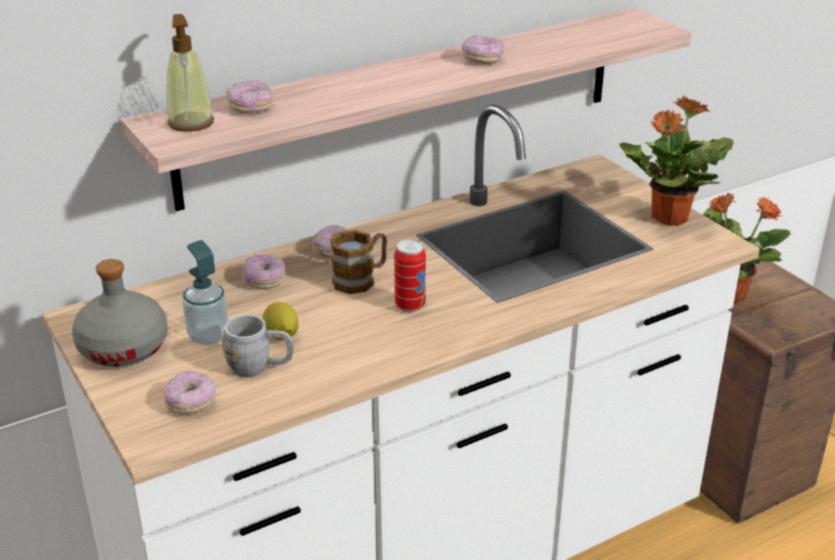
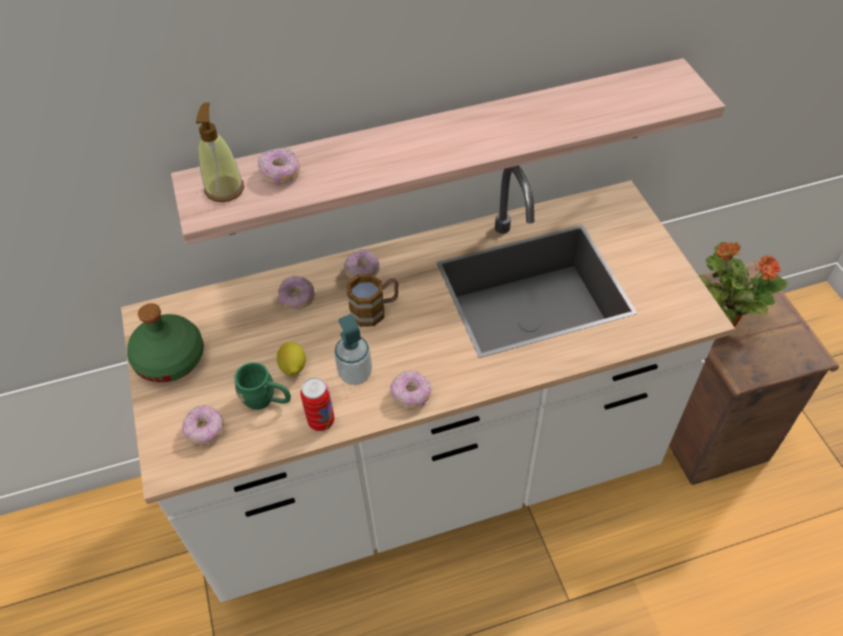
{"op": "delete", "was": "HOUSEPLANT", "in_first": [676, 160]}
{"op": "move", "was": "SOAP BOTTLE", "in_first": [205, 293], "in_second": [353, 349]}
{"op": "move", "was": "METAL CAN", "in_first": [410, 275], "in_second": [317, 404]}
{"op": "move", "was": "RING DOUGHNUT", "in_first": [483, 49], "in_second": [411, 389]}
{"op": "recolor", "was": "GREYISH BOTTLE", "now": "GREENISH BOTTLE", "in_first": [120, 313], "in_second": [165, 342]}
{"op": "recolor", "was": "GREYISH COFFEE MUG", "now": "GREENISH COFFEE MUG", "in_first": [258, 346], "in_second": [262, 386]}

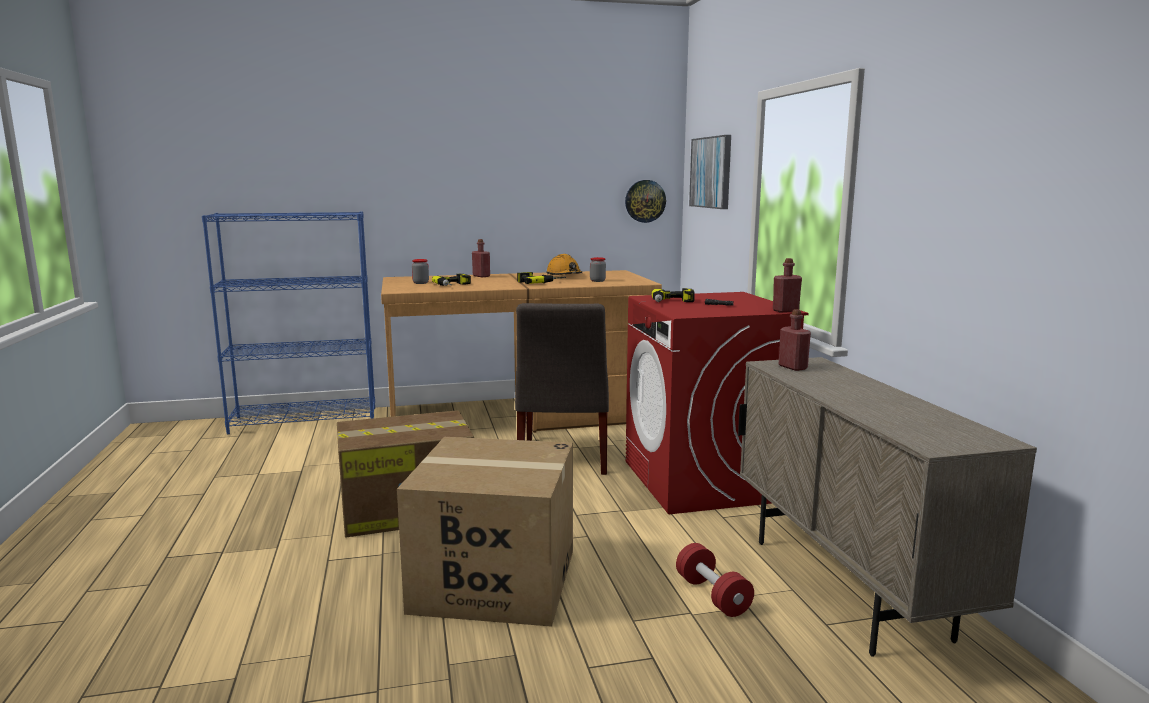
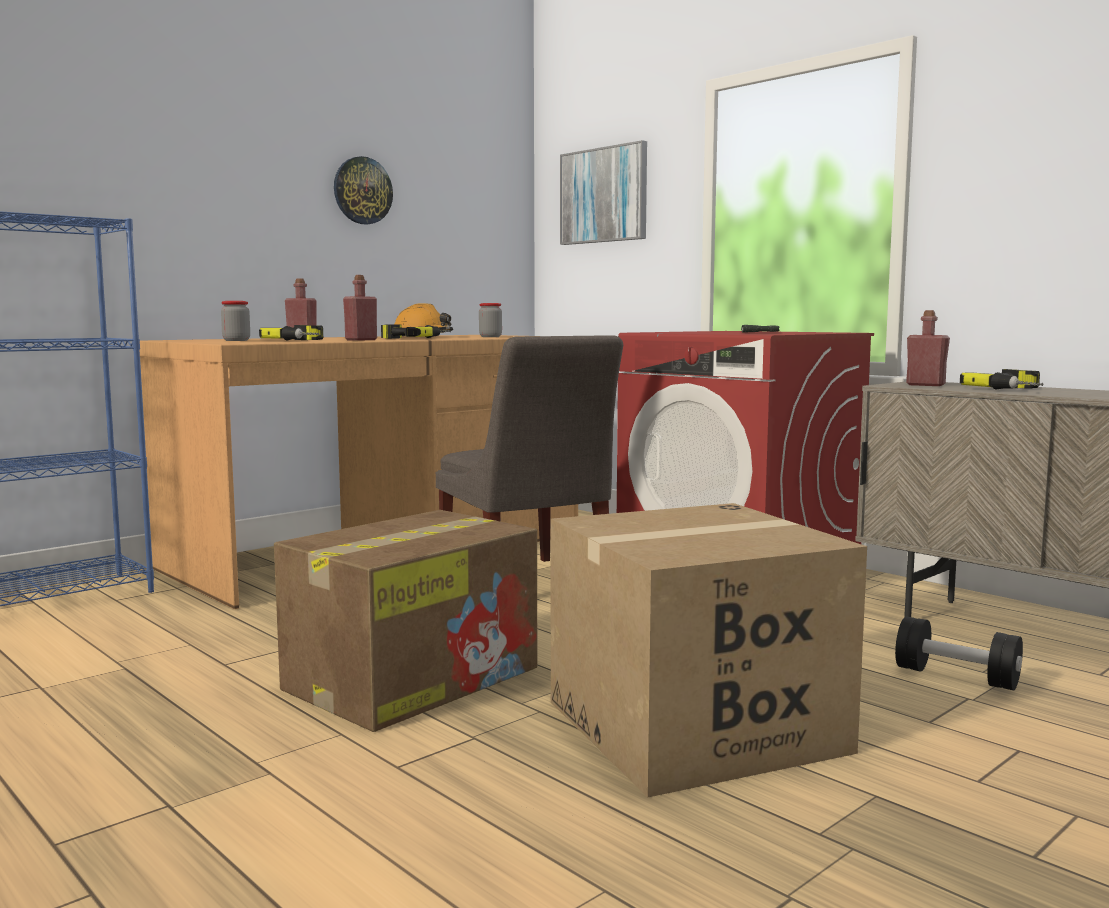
{"op": "move", "was": "WALL CLOCK", "in_first": [645, 201], "in_second": [363, 190]}
{"op": "move", "was": "ELECTRIC DRILL", "in_first": [673, 295], "in_second": [1002, 379]}
{"op": "move", "was": "RED BOTTLE", "in_first": [787, 285], "in_second": [360, 308]}
{"op": "recolor", "was": "RED DUMBBELL", "now": "BLACK-COLOURED DUMBBELL", "in_first": [715, 580], "in_second": [959, 653]}

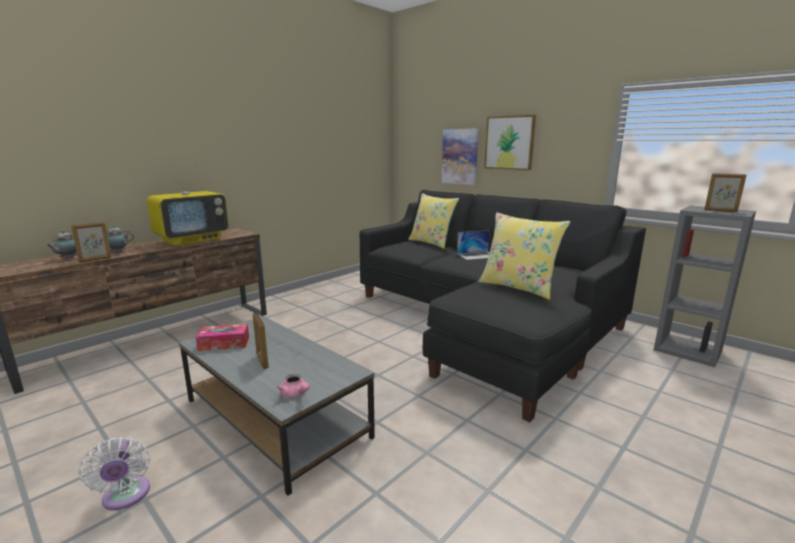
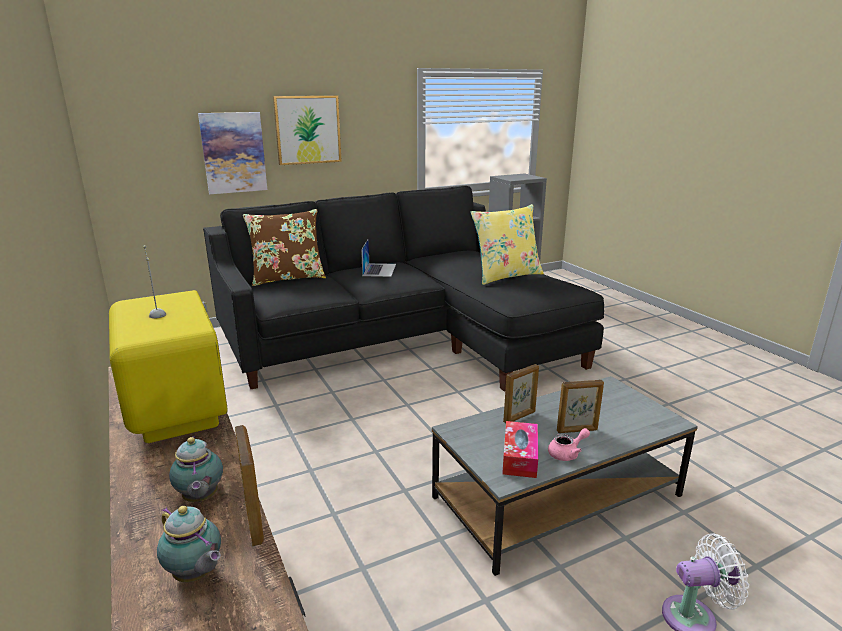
{"op": "move", "was": "PINKISH TEA POT", "in_first": [293, 386], "in_second": [569, 444]}
{"op": "move", "was": "PICTURE FRAME", "in_first": [725, 192], "in_second": [521, 393]}
{"op": "recolor", "was": "YELLOW-COLOURED CUSHION", "now": "BROWN-COLOURED CUSHION", "in_first": [433, 221], "in_second": [284, 247]}

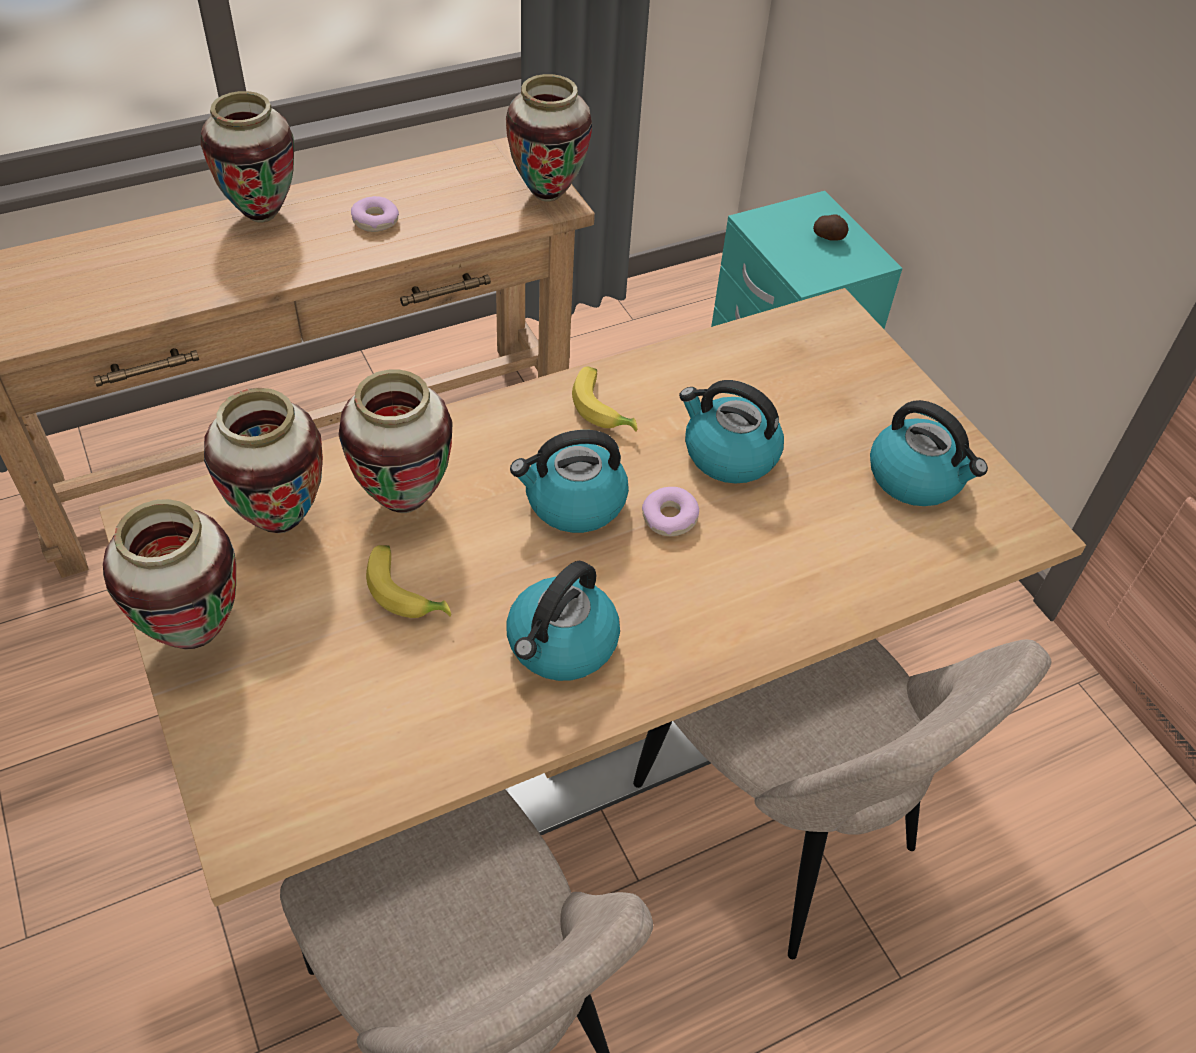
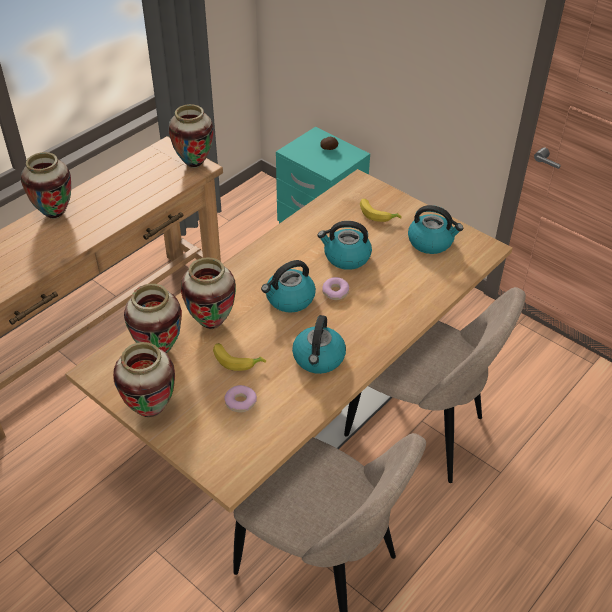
{"op": "move", "was": "RING DOUGHNUT", "in_first": [375, 214], "in_second": [240, 398]}
{"op": "move", "was": "BANANA FRUIT", "in_first": [604, 399], "in_second": [381, 210]}

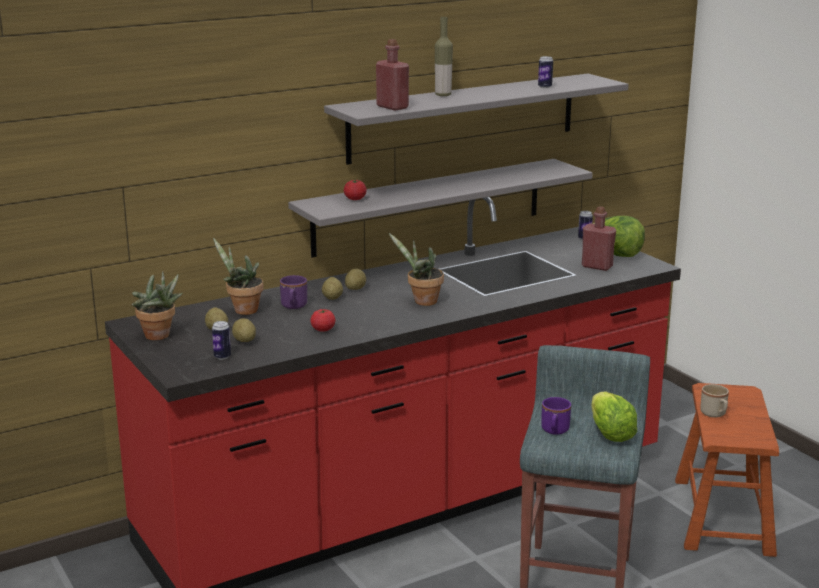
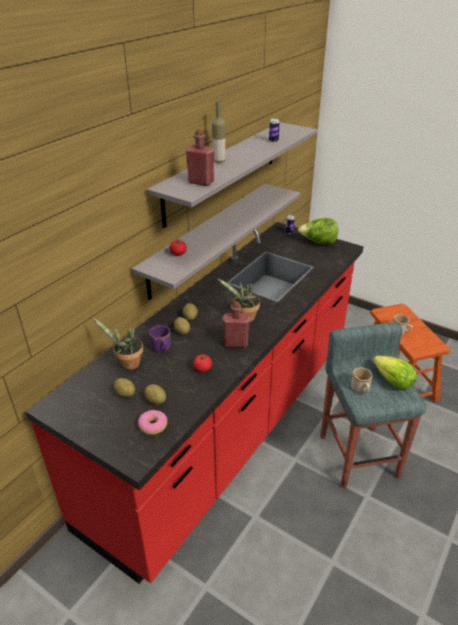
{"op": "delete", "was": "HOUSEPLANT", "in_first": [157, 305]}
{"op": "move", "was": "RED BOTTLE", "in_first": [599, 238], "in_second": [236, 324]}
{"op": "replace", "was": "METAL CAN", "now": "RING DOUGHNUT", "in_first": [221, 340], "in_second": [152, 422]}
{"op": "recolor", "was": "PURPLE COFFEE MUG", "now": "SAND-COLOURED COFFEE MUG", "in_first": [556, 416], "in_second": [362, 380]}

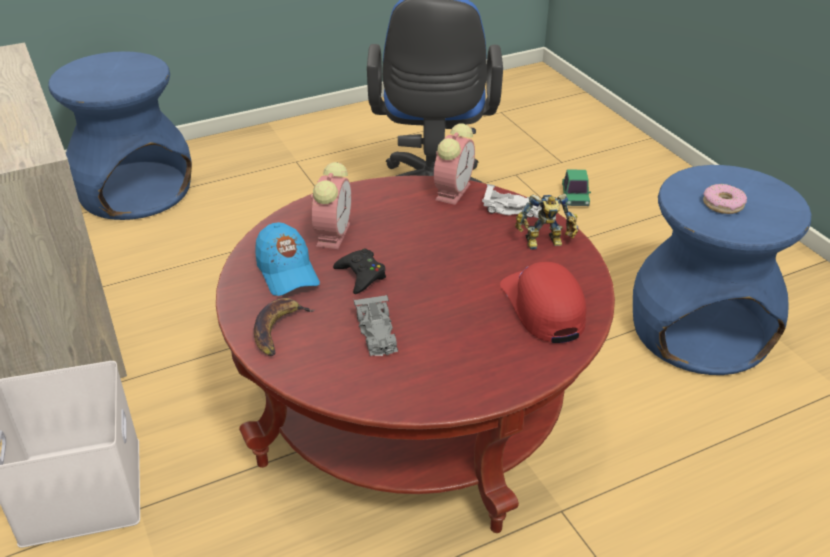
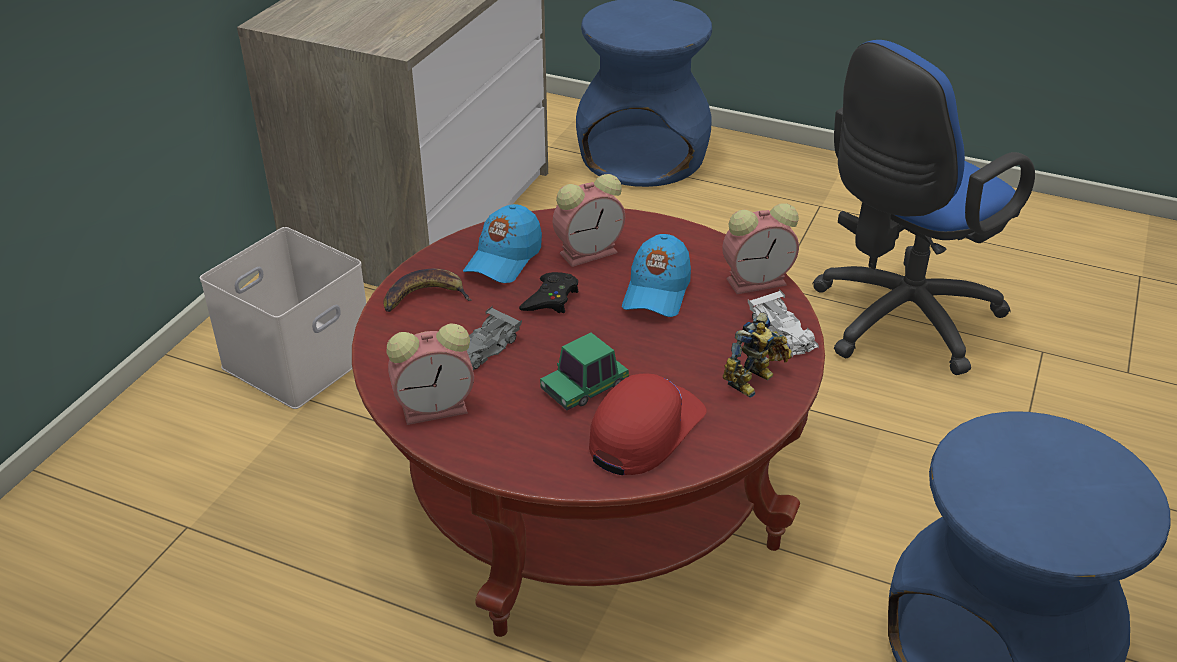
{"op": "delete", "was": "RING DOUGHNUT", "in_first": [725, 199]}
{"op": "insert", "now": "BEDSIDE CLOCK", "in_second": [430, 374]}
{"op": "insert", "now": "BLUISH PEAKED CAP", "in_second": [656, 275]}
{"op": "move", "was": "MODEL CAR", "in_first": [576, 187], "in_second": [584, 371]}
{"op": "rotate", "was": "TOY ROBOT", "in_first": [546, 221], "in_second": [757, 355], "clockwise": -90}

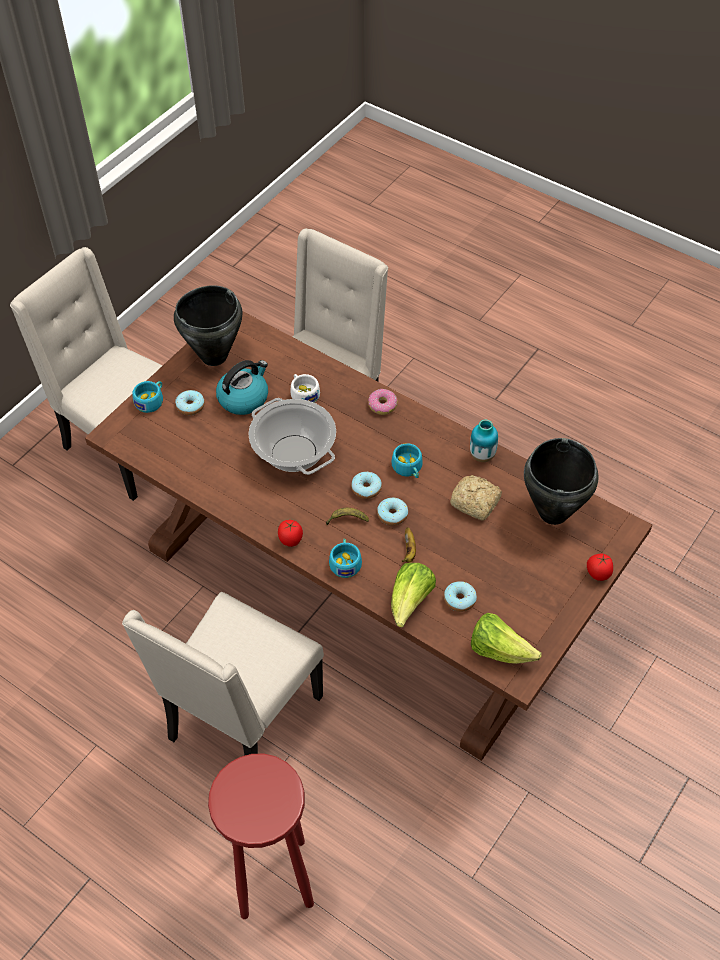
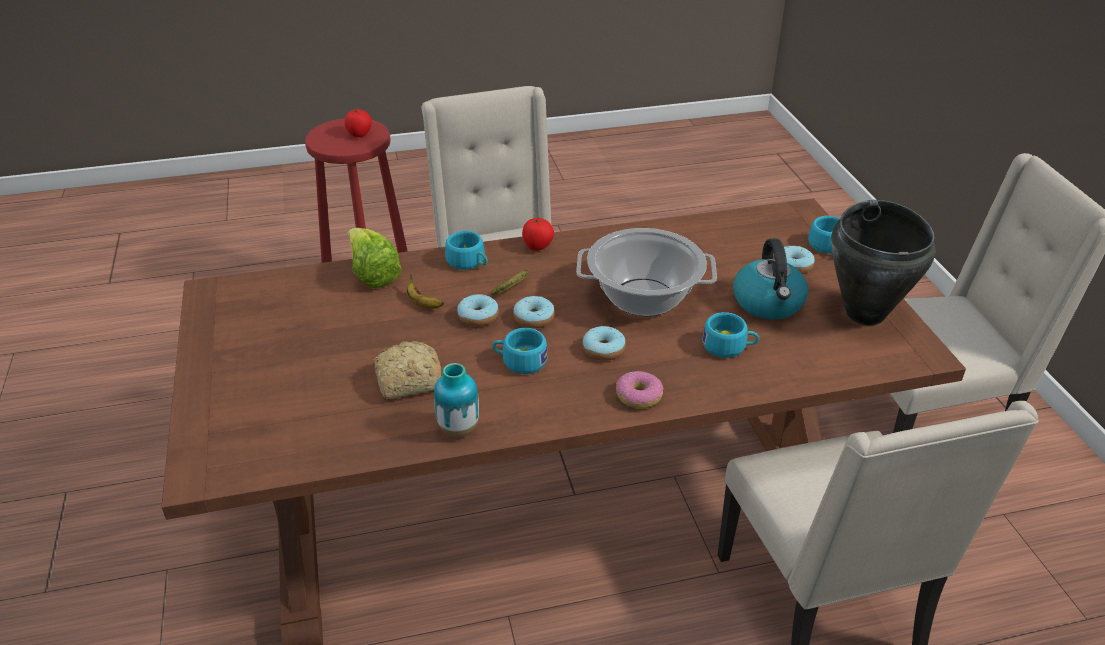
{"op": "delete", "was": "HEAD OF LETTUCE", "in_first": [506, 638]}
{"op": "delete", "was": "BLACK-COLOURED STOCKPOT", "in_first": [561, 481]}
{"op": "move", "was": "RING DOUGHNUT", "in_first": [460, 596], "in_second": [604, 343]}
{"op": "move", "was": "WHOLE TOMATO", "in_first": [600, 567], "in_second": [358, 123]}
{"op": "recolor", "was": "WHITE-COLOURED SMALL CUP", "now": "TURQUOISE-COLOURED SMALL CUP", "in_first": [305, 388], "in_second": [730, 335]}

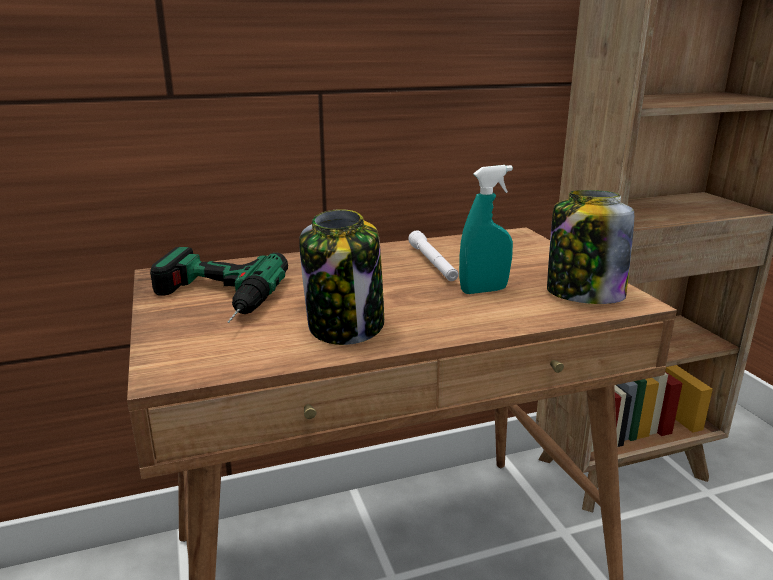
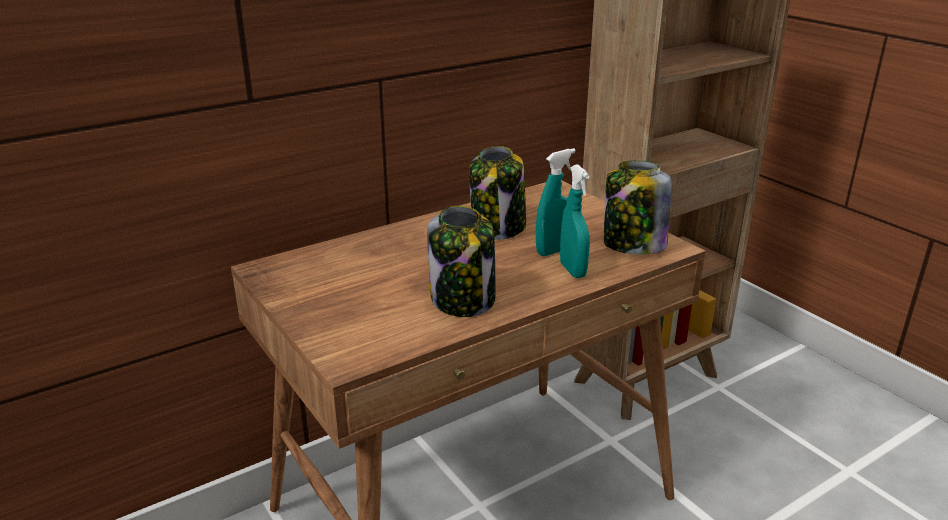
{"op": "delete", "was": "ELECTRIC DRILL", "in_first": [219, 285]}
{"op": "insert", "now": "TURQUOISE-COLOURED HAND SPRAYER", "in_second": [575, 221]}
{"op": "replace", "was": "WHITE-COLOURED FLASHLIGHT", "now": "STORAGE JAR", "in_first": [433, 256], "in_second": [497, 193]}

